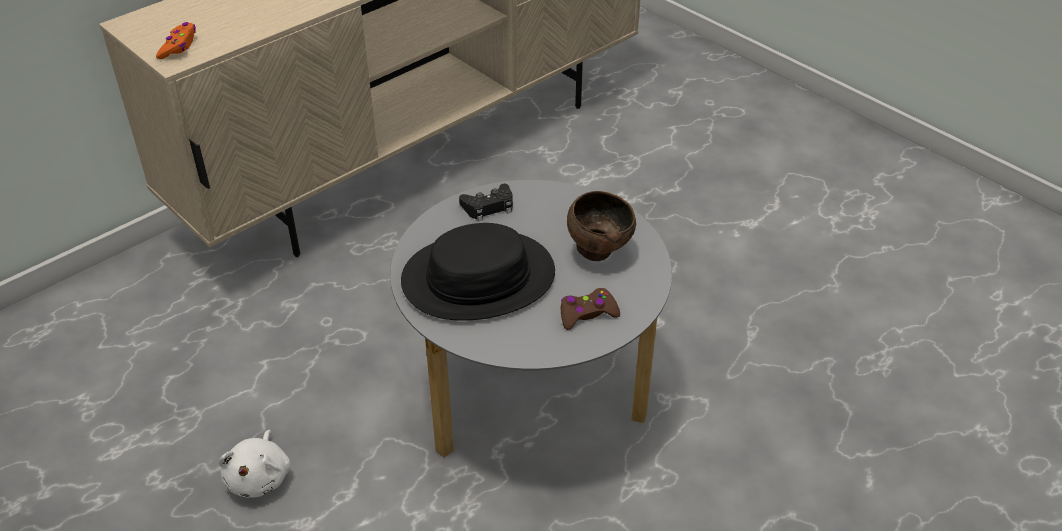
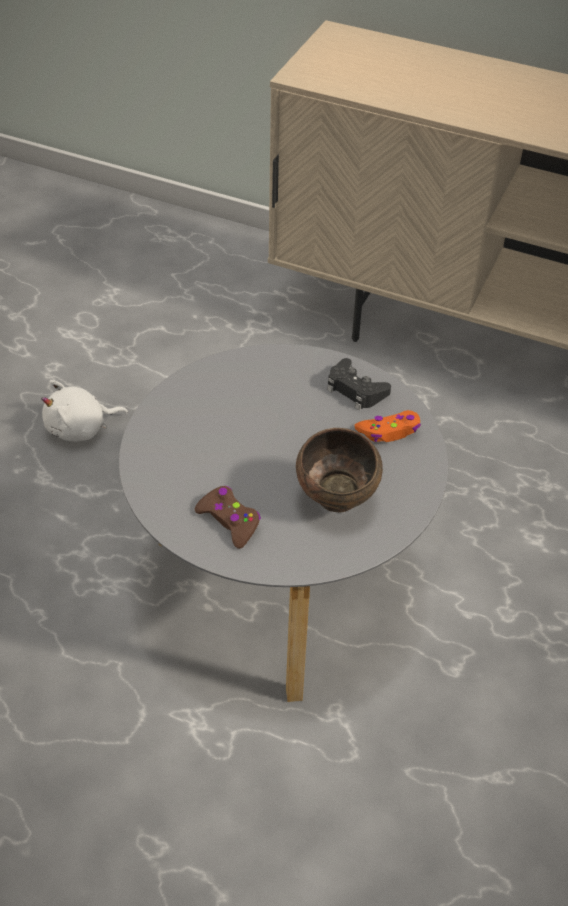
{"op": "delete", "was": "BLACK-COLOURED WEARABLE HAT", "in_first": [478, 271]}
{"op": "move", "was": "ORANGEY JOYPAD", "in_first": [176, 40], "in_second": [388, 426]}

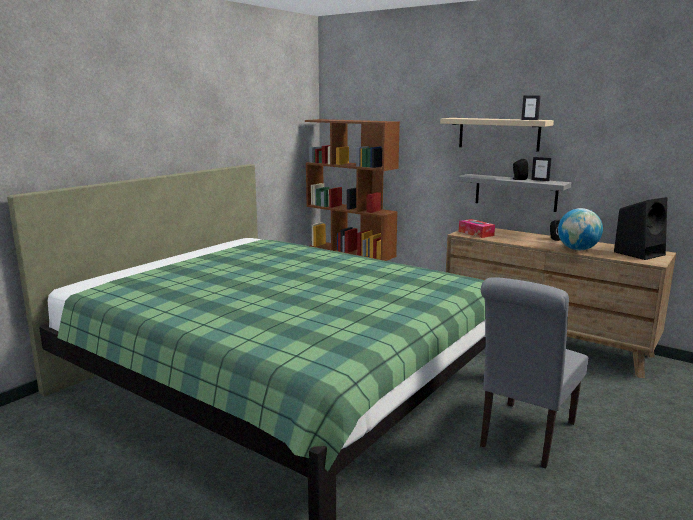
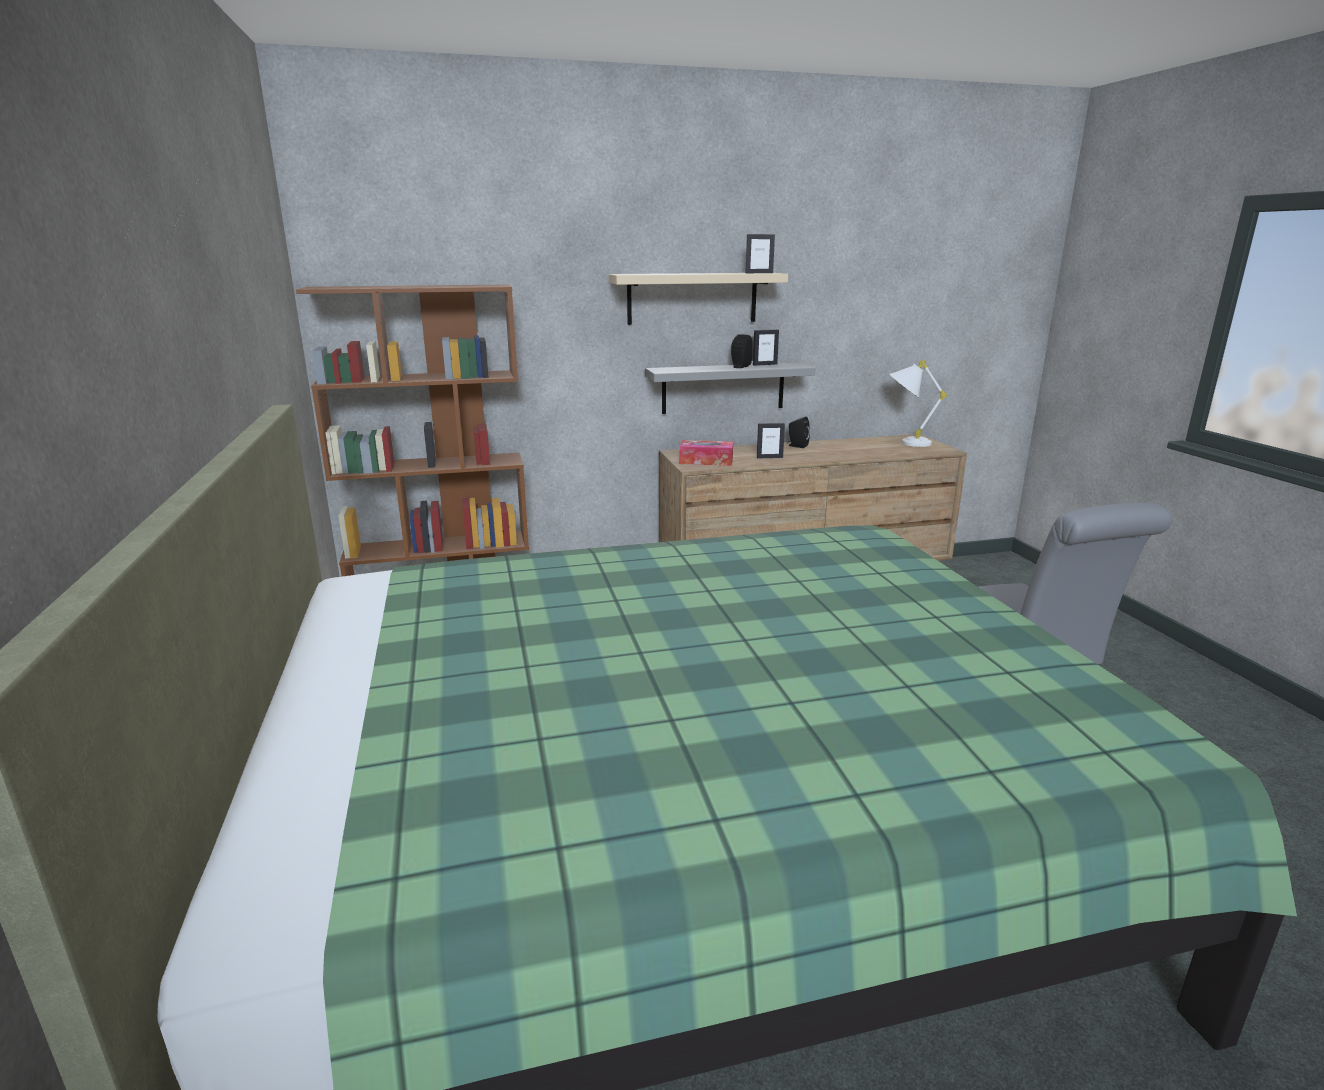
{"op": "delete", "was": "DESK GLOBE", "in_first": [580, 229]}
{"op": "insert", "now": "PICTURE FRAME", "in_second": [771, 440]}
{"op": "replace", "was": "BLACK-COLOURED LOUDSPEAKER", "now": "WHITE-COLOURED TABLETOP LAMP", "in_first": [640, 228], "in_second": [918, 403]}

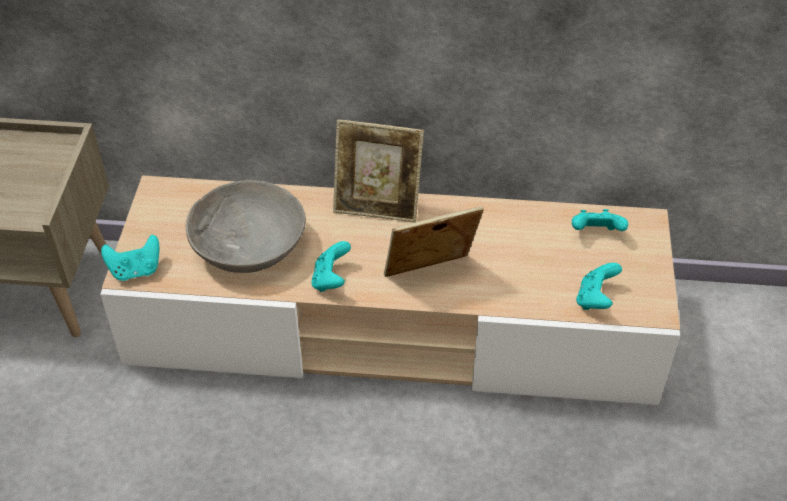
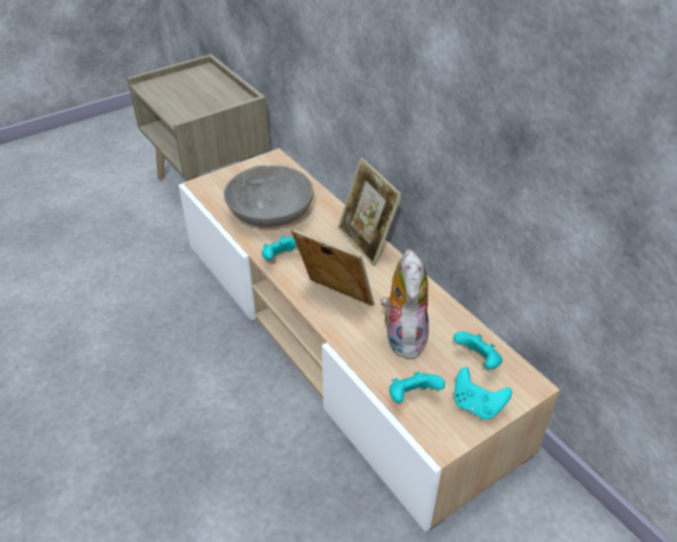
{"op": "insert", "now": "PLUSH TOY", "in_second": [405, 305]}
{"op": "move", "was": "TURQUOISE-COLOURED JOYPAD", "in_first": [130, 258], "in_second": [483, 393]}

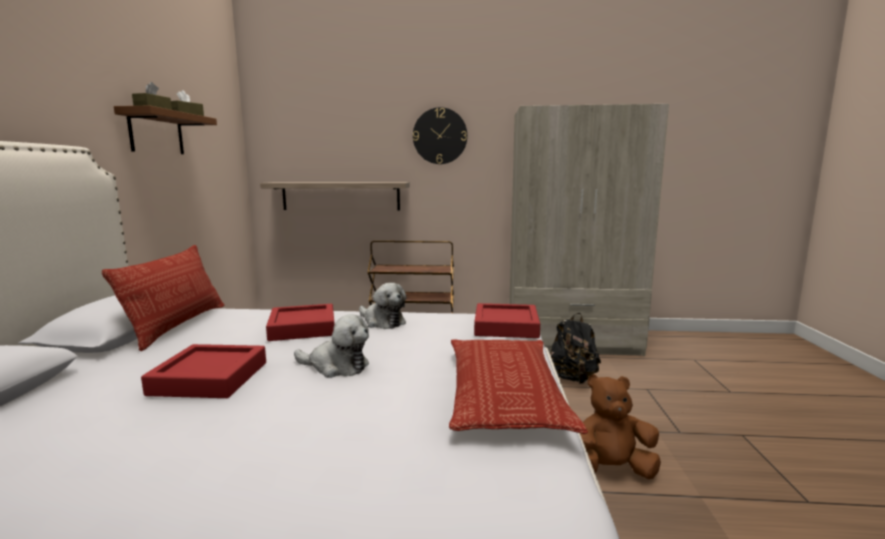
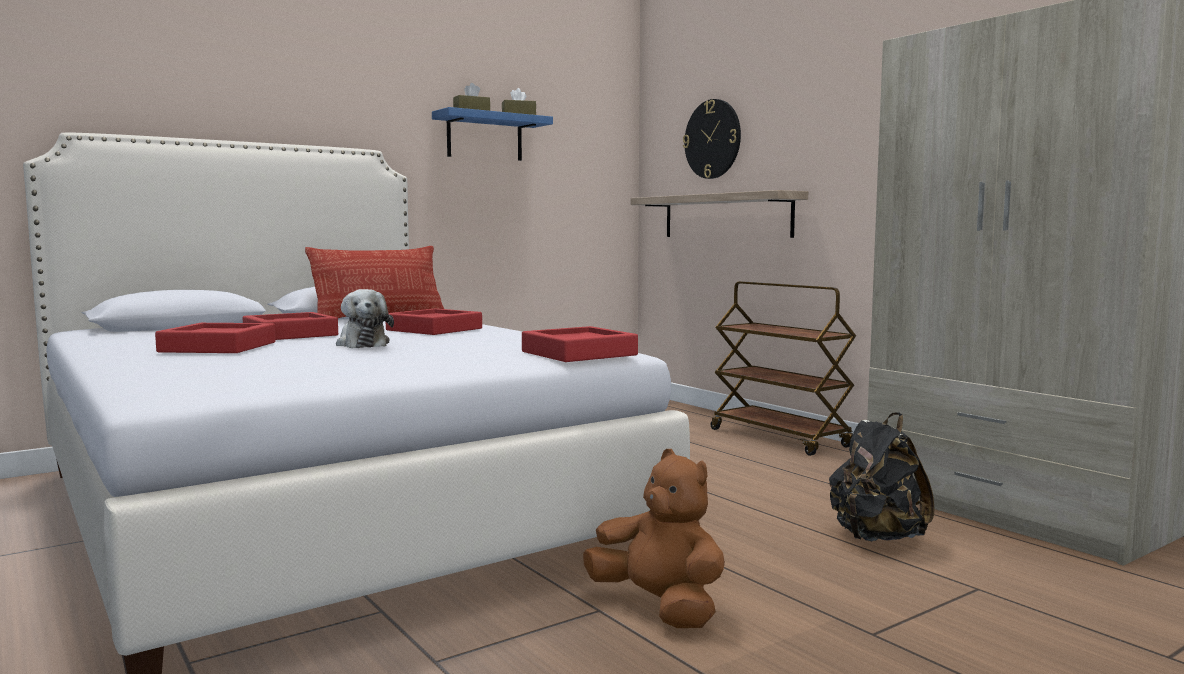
{"op": "delete", "was": "PLUSH TOY", "in_first": [382, 306]}
{"op": "delete", "was": "CUSHION", "in_first": [518, 386]}
{"op": "insert", "now": "RED SERVING TRAY", "in_second": [215, 338]}
{"op": "move", "was": "WALL CLOCK", "in_first": [440, 135], "in_second": [712, 139]}
{"op": "recolor", "was": "BROWN-COLOURED BRACKET SHELF", "now": "BLUISH BRACKET SHELF", "in_first": [165, 130], "in_second": [492, 134]}

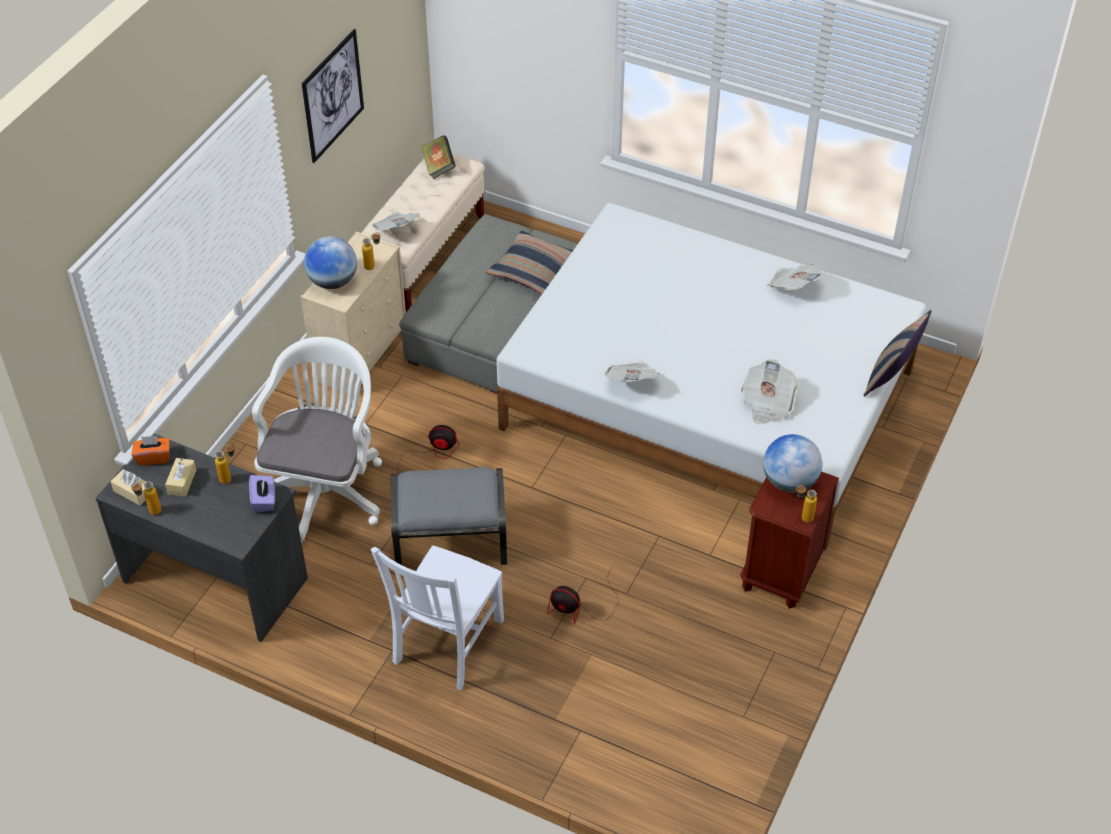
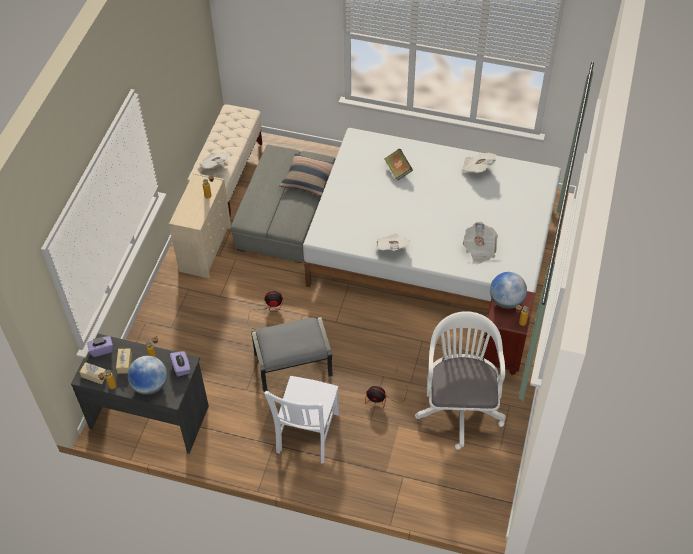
{"op": "delete", "was": "PICTURE", "in_first": [333, 96]}
{"op": "delete", "was": "CUSHION", "in_first": [897, 353]}
{"op": "move", "was": "WHITE-COLOURED OFFICE CHAIR", "in_first": [317, 440], "in_second": [460, 380]}
{"op": "move", "was": "DESK GLOBE", "in_first": [330, 262], "in_second": [147, 375]}
{"op": "move", "was": "VOLUME", "in_first": [438, 157], "in_second": [399, 164]}
{"op": "recolor", "was": "ORANGEY TISSUE BOX", "now": "PURPLE TISSUE BOX", "in_first": [151, 451], "in_second": [100, 346]}

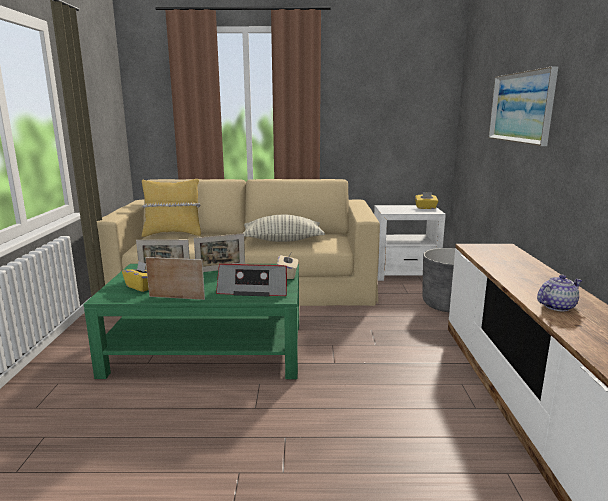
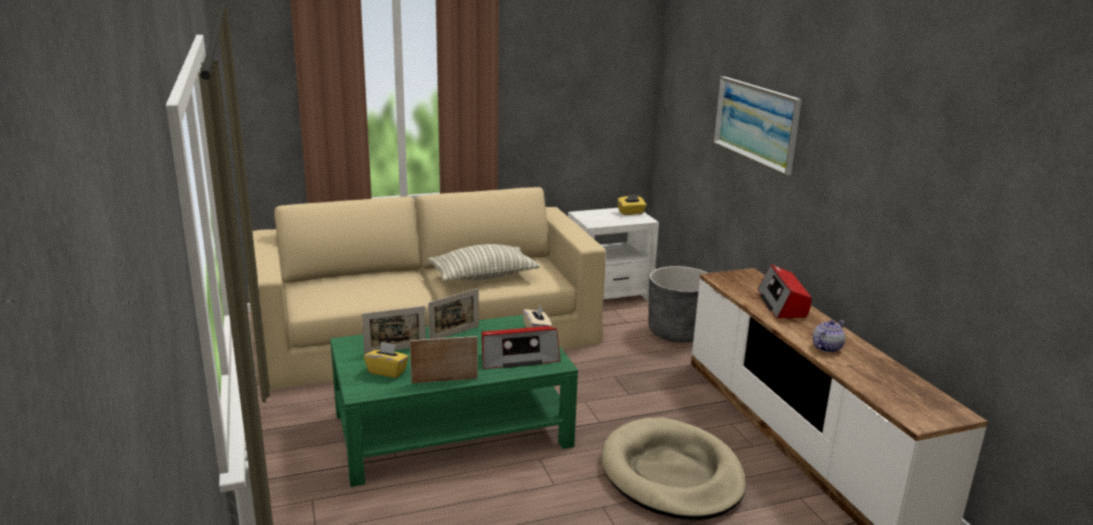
{"op": "delete", "was": "YELLOW-COLOURED CUSHION", "in_first": [171, 208]}
{"op": "insert", "now": "SAND-COLOURED DOG BED", "in_second": [673, 468]}
{"op": "insert", "now": "RADIO SET", "in_second": [785, 291]}

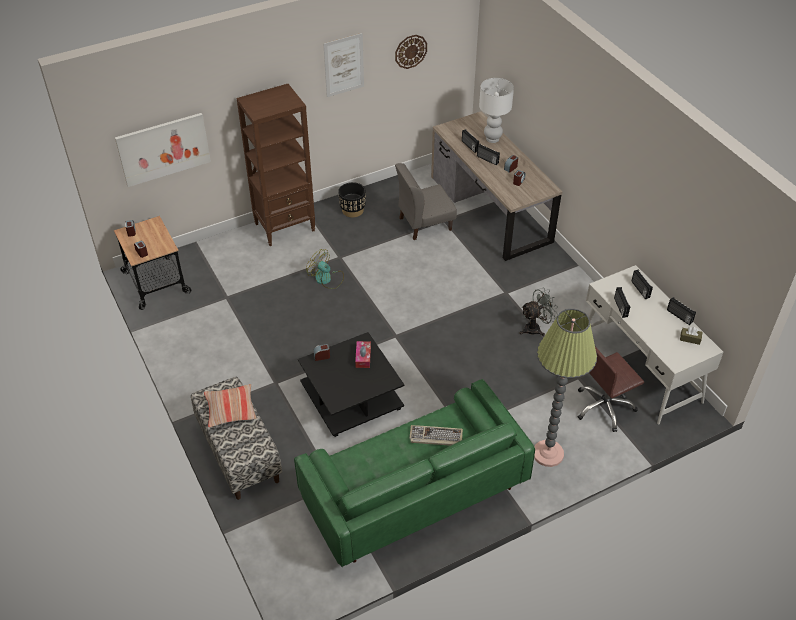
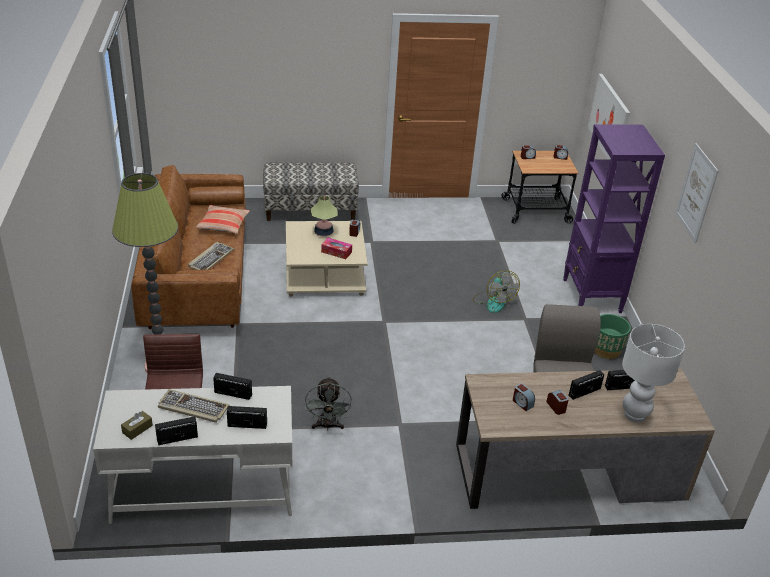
{"op": "delete", "was": "WALL CLOCK", "in_first": [411, 52]}
{"op": "insert", "now": "PC KEYBOARD", "in_second": [193, 406]}
{"op": "insert", "now": "TABLETOP LAMP", "in_second": [324, 216]}
{"op": "move", "was": "CUSHION", "in_first": [230, 405], "in_second": [223, 219]}
{"op": "recolor", "was": "BROWN-COLOURED BOOKCASE", "now": "PURPLE BOOKCASE", "in_first": [276, 165], "in_second": [614, 218]}
{"op": "recolor", "was": "GREENISH SOFA", "now": "BROWN-COLOURED SOFA", "in_first": [414, 473], "in_second": [188, 247]}
{"op": "recolor", "was": "BLACK-COLOURED LOUNGE TABLE", "now": "SAND-COLOURED LOUNGE TABLE", "in_first": [351, 384], "in_second": [327, 259]}
{"op": "recolor", "was": "BLACK-COLOURED PLANT POT", "now": "GREENISH PLANT POT", "in_first": [352, 199], "in_second": [613, 336]}
{"op": "rotate", "was": "ELECTRIC FAN", "in_first": [325, 269], "in_second": [496, 292], "clockwise": 105}

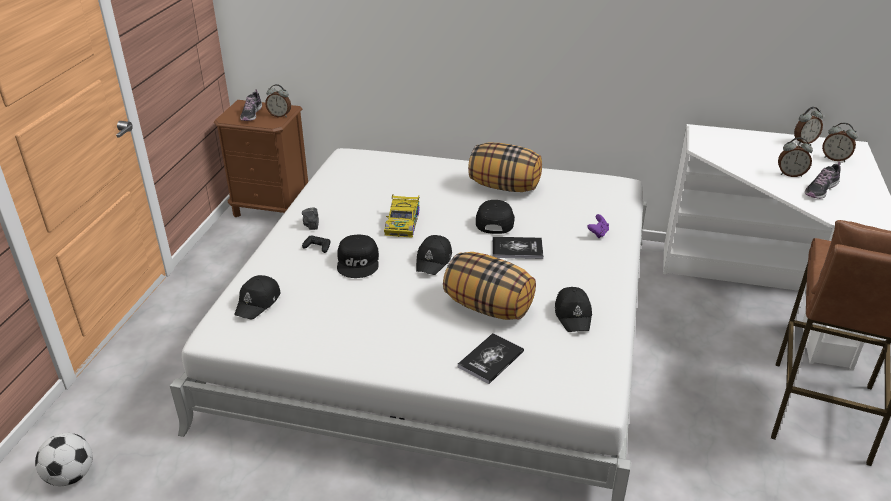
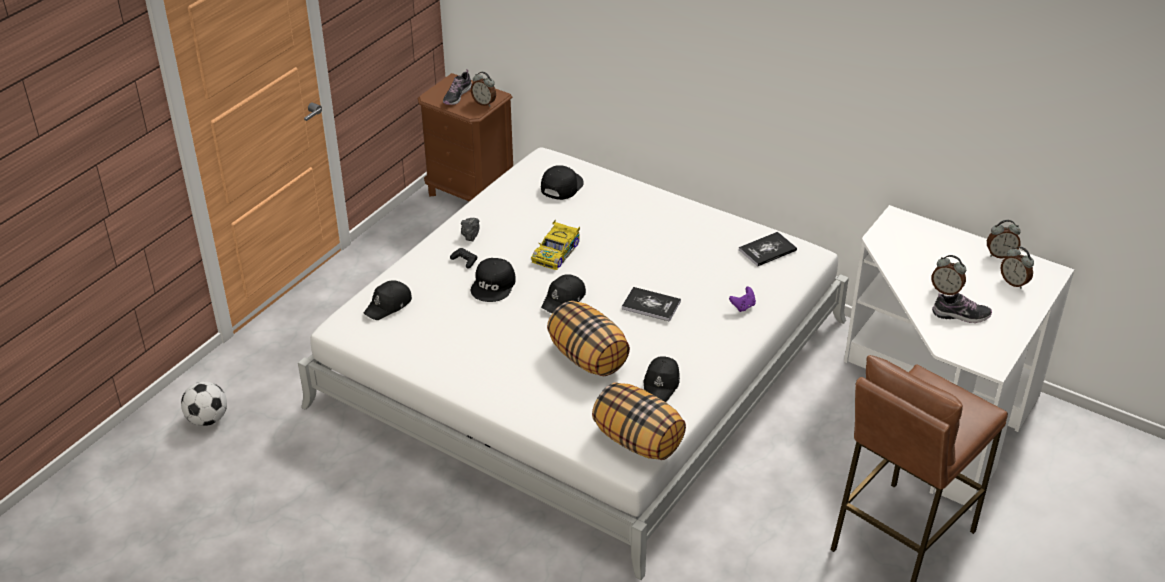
{"op": "move", "was": "VOLUME", "in_first": [491, 358], "in_second": [768, 249]}
{"op": "move", "was": "CUSHION", "in_first": [505, 167], "in_second": [639, 421]}
{"op": "move", "was": "BLACK-COLOURED PEAKED CAP", "in_first": [495, 217], "in_second": [562, 182]}
{"op": "rotate", "was": "LOW SHOE", "in_first": [823, 180], "in_second": [962, 308], "clockwise": -150}

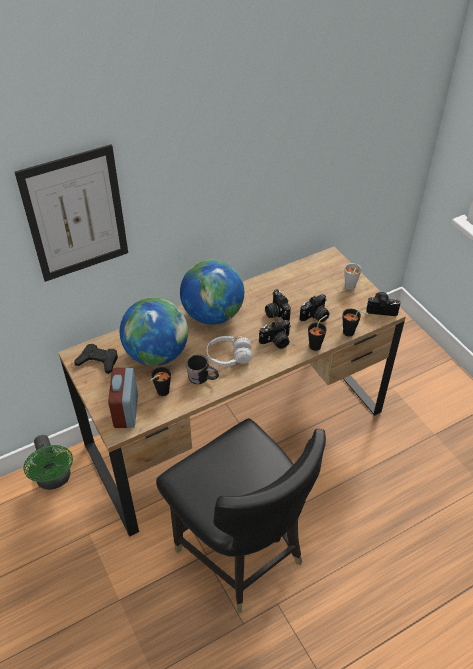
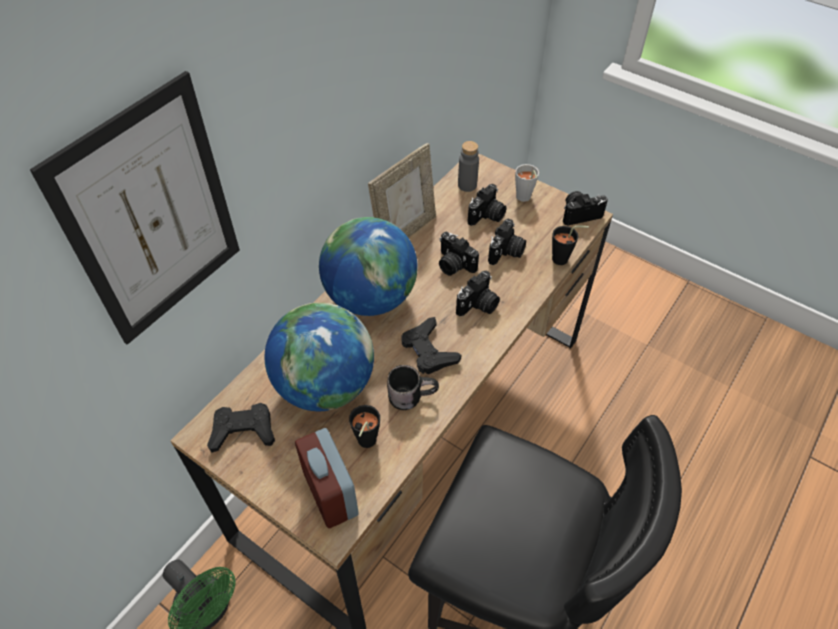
{"op": "delete", "was": "BLACK-COLOURED SMALL CUP", "in_first": [317, 333]}
{"op": "insert", "now": "PICTURE FRAME", "in_second": [402, 190]}
{"op": "insert", "now": "GREYISH BOTTLE", "in_second": [468, 166]}
{"op": "insert", "now": "STILL CAMERA", "in_second": [487, 205]}
{"op": "replace", "was": "WHITE-COLOURED HEADPHONES", "now": "BLACK-COLOURED JOYPAD", "in_first": [229, 351], "in_second": [431, 345]}

